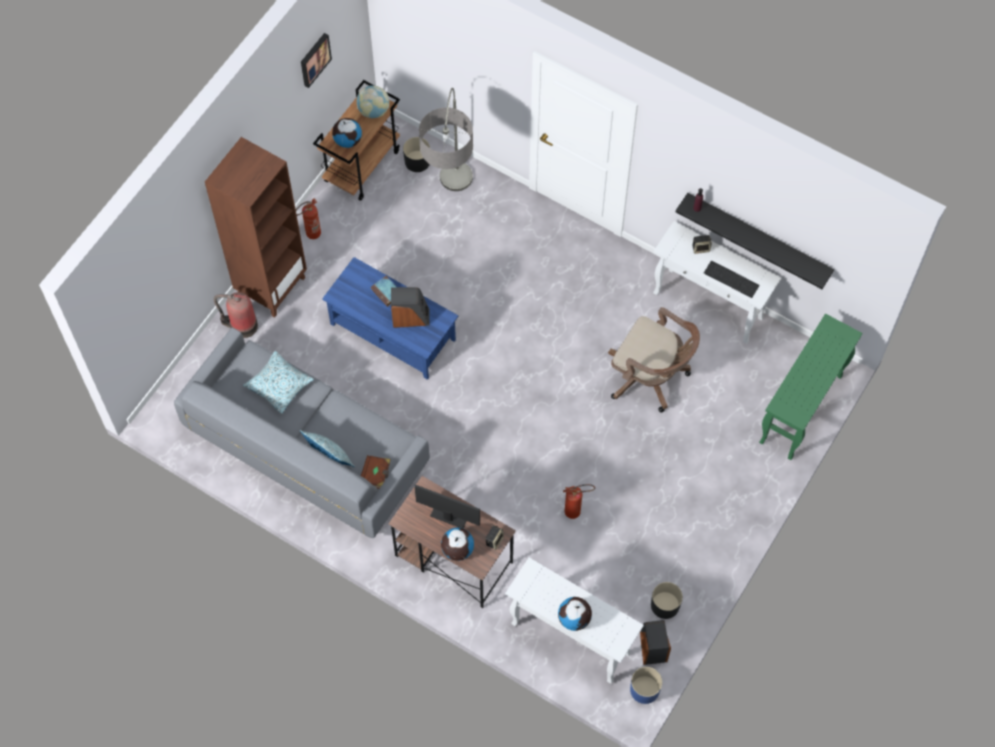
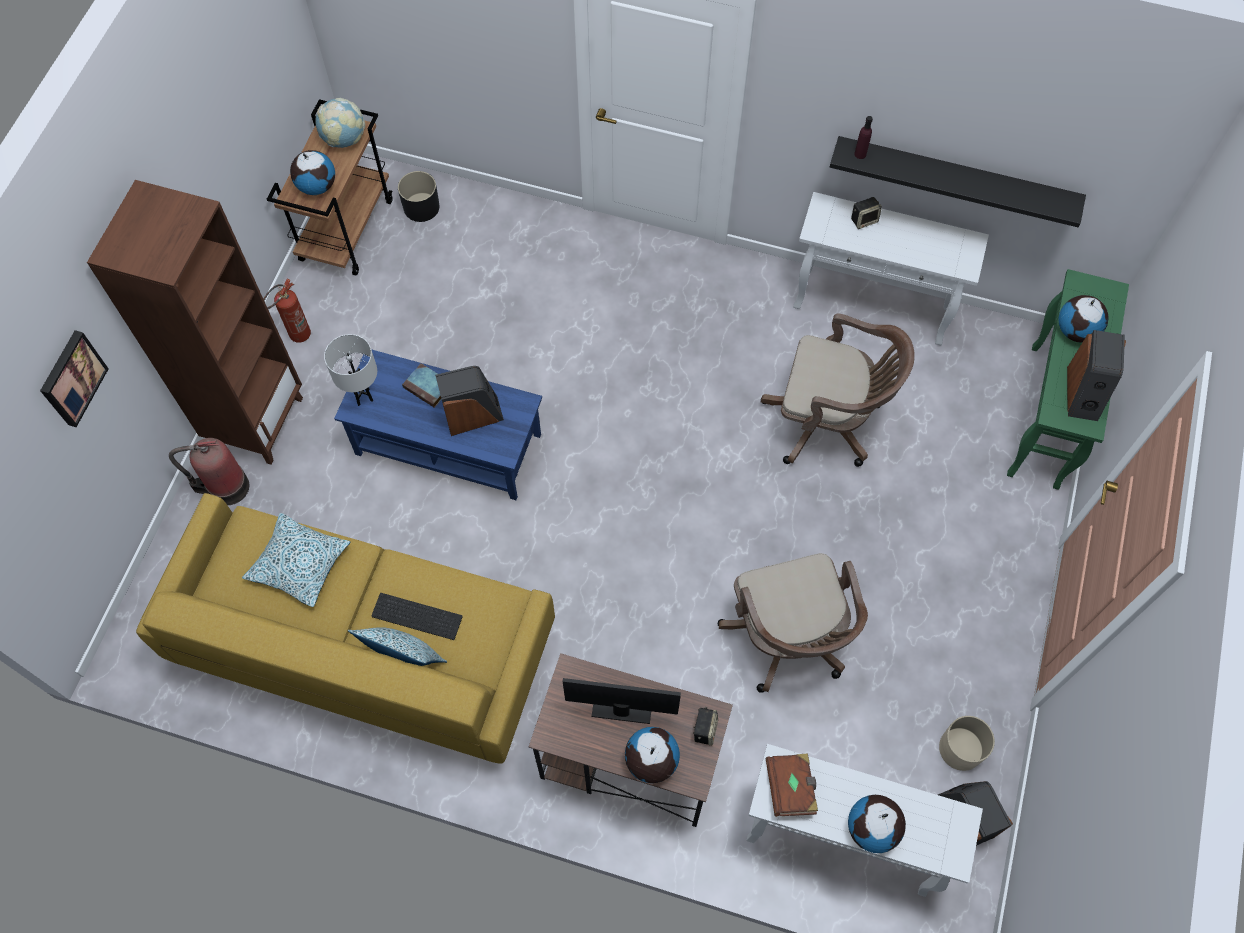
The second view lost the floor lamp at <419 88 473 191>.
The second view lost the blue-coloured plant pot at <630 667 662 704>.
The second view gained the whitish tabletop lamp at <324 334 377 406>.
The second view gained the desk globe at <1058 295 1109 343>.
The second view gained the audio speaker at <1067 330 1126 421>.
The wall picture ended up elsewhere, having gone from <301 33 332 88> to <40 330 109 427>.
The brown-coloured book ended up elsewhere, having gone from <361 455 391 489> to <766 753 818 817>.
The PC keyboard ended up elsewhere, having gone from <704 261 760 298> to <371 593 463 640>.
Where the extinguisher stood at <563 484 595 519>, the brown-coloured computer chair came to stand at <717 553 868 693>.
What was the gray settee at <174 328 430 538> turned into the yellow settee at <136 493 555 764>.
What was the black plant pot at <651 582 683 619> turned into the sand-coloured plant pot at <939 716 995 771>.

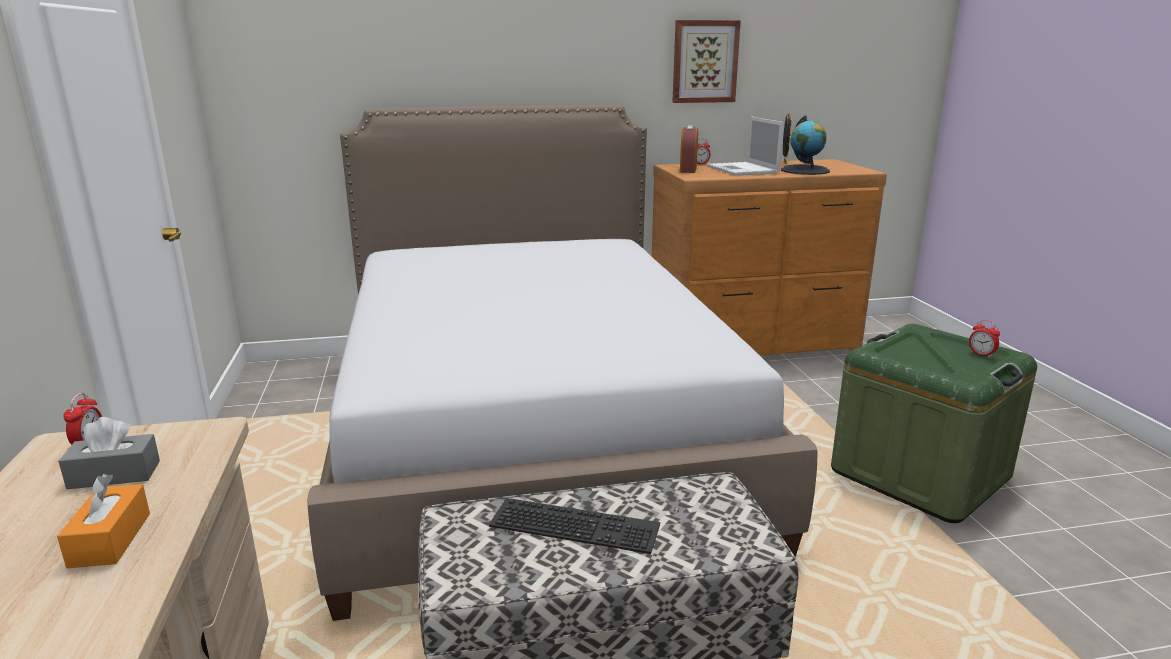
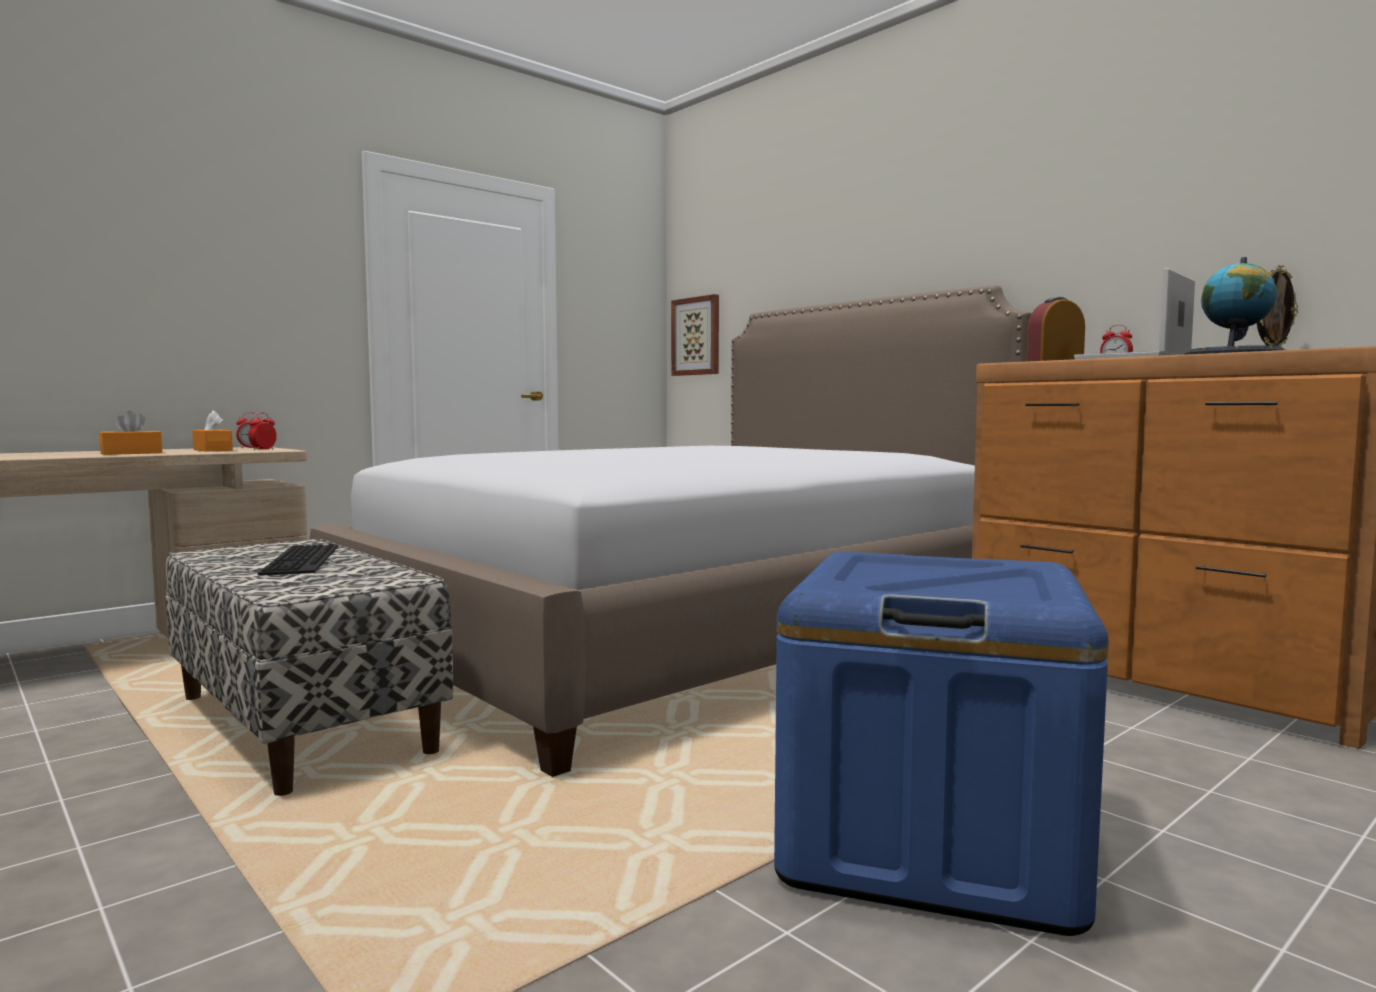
The wall picture ended up elsewhere, having gone from <672 20 741 103> to <671 294 719 376>.
The alarm clock ended up elsewhere, having gone from <969 320 1000 358> to <248 412 277 450>.
What was the gray tissue box at <58 417 160 489> turned into the orange tissue box at <192 411 233 451>.
What was the green storage container at <831 324 1037 523> turned into the blue-coloured storage container at <774 552 1109 936>.

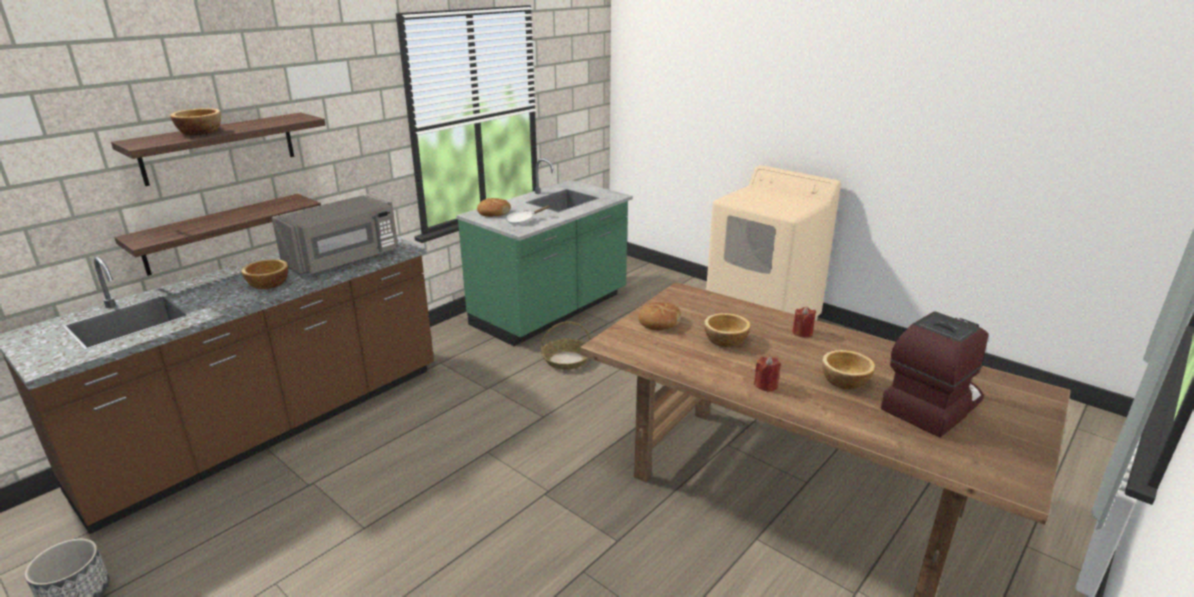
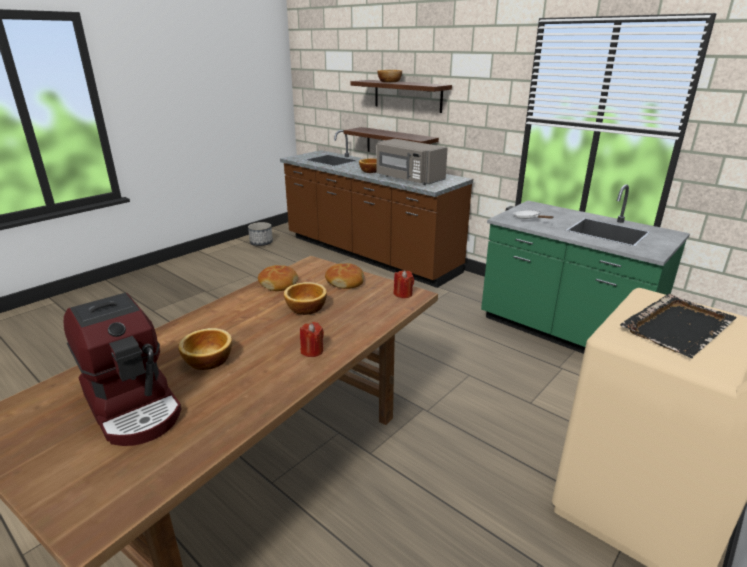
The second view lost the storage basket at <541 321 591 370>.
The second view gained the black serving tray at <620 294 737 358>.
The bread ended up elsewhere, having gone from <477 198 511 217> to <258 265 298 291>.
The red wax light ended up elsewhere, having gone from <754 357 781 392> to <394 270 414 298>.

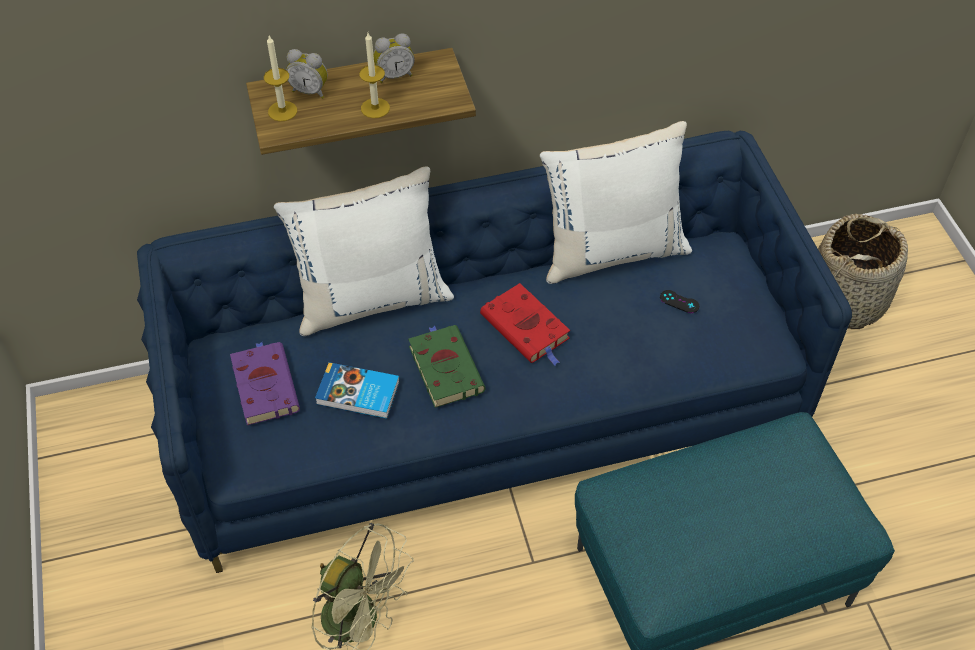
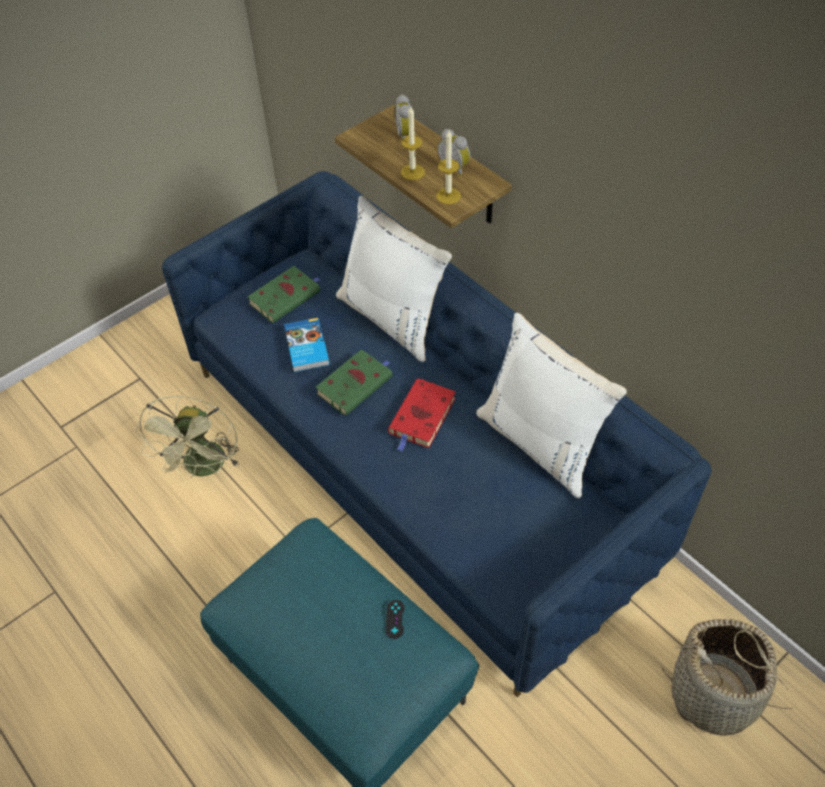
The wax light ended up elsewhere, having gone from <264 36 297 121> to <436 130 461 204>.
The black joypad ended up elsewhere, having gone from <660 290 699 313> to <386 600 405 639>.
What was the purple-coloured book at <230 342 300 426> turned into the green book at <247 266 320 323>.

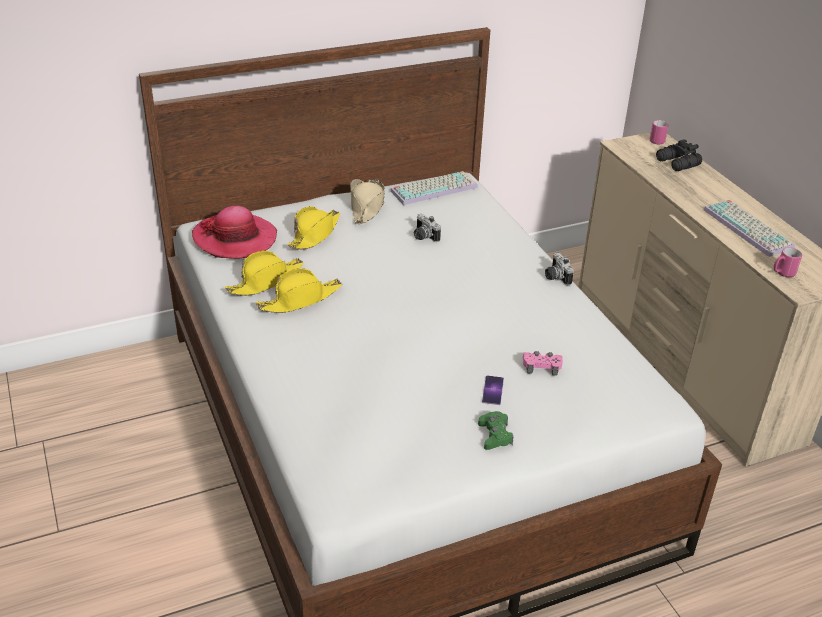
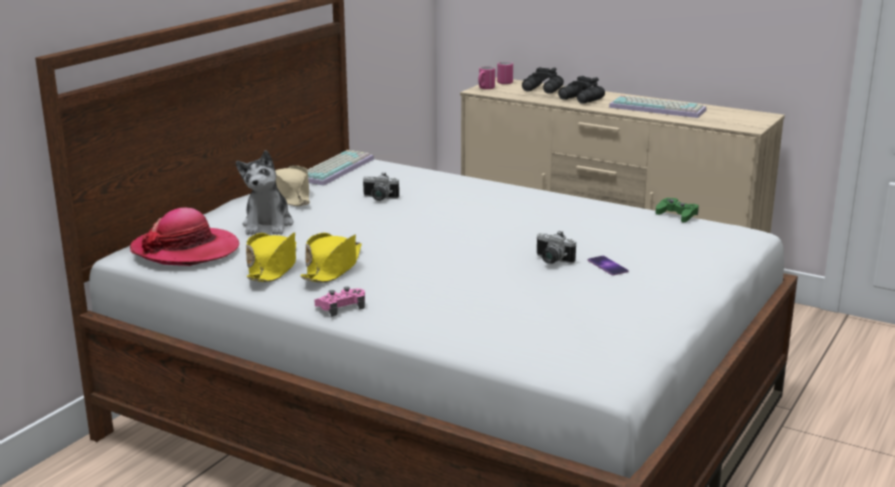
The second view gained the black pair of binoculars at <558 76 605 104>.
The green joypad ended up elsewhere, having gone from <478 411 513 450> to <656 198 699 223>.
The pink joypad ended up elsewhere, having gone from <523 351 563 376> to <315 287 365 317>.
The still camera ended up elsewhere, having gone from <545 253 574 285> to <537 231 576 264>.
The pink coffee mug ended up elsewhere, having gone from <774 247 802 277> to <478 66 495 89>.
Where the yellow clothing hat stood at <288 206 340 249>, the cuddly toy came to stand at <236 150 293 235>.

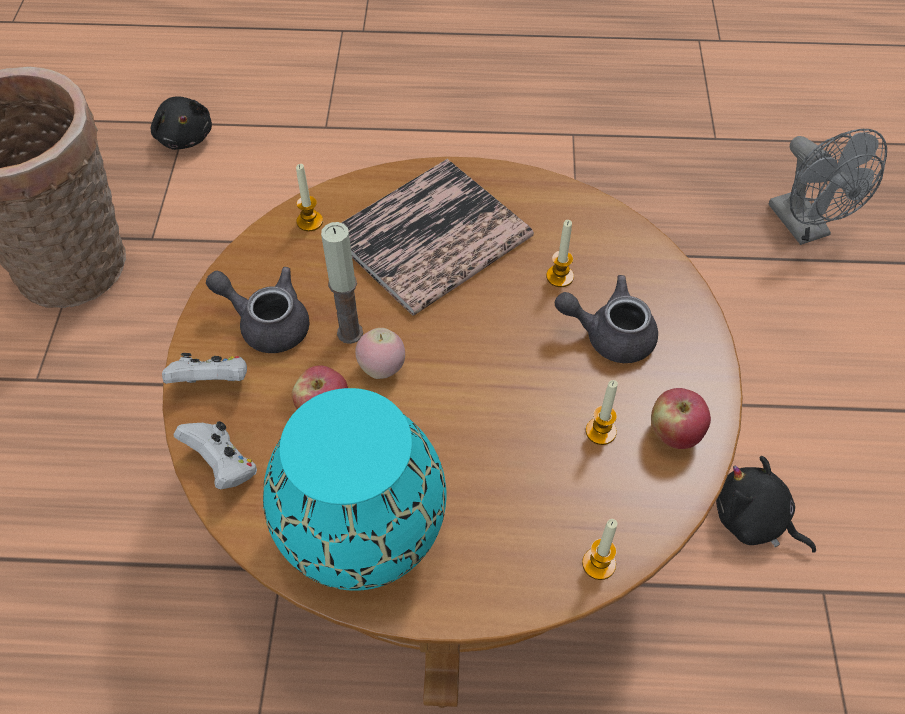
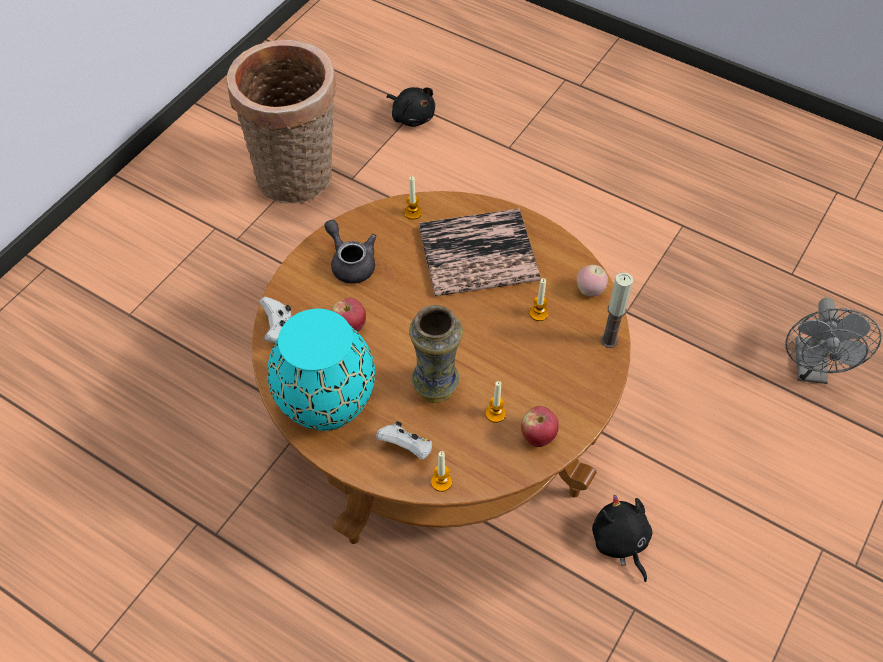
The second view lost the gray tea pot at <555 275 658 363>.
The second view gained the vase at <409 305 463 403>.
The whitish joypad ended up elsewhere, having gone from <162 353 247 384> to <376 421 432 460>.
The wax light ended up elsewhere, having gone from <321 222 363 344> to <601 272 633 348>.
The whole apple ended up elsewhere, having gone from <355 328 405 379> to <577 265 608 297>.
The black cuddly toy at <151 96 212 150> ended up facing another way, 45 degrees counterclockwise from before.

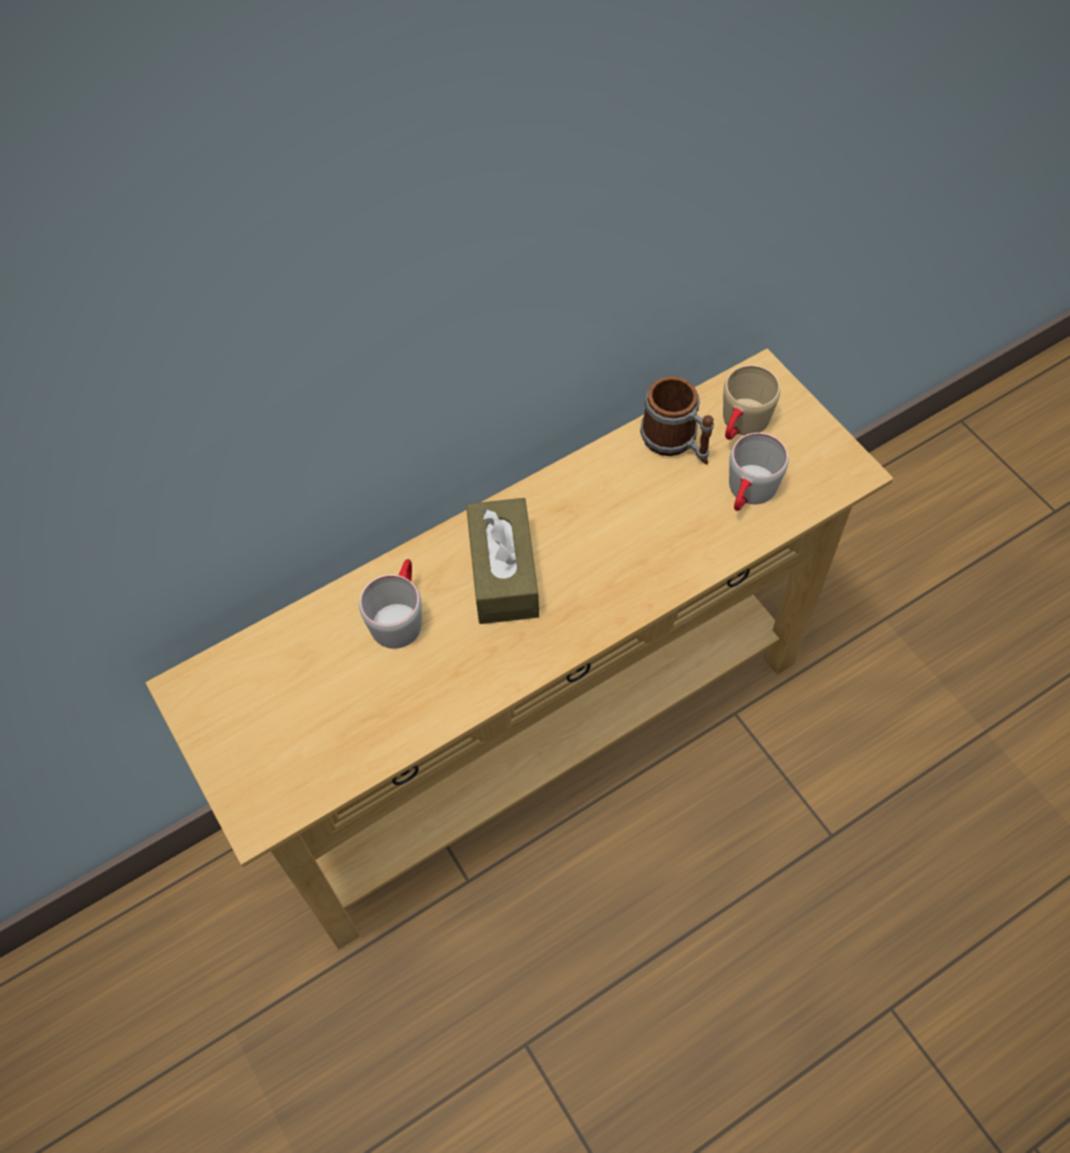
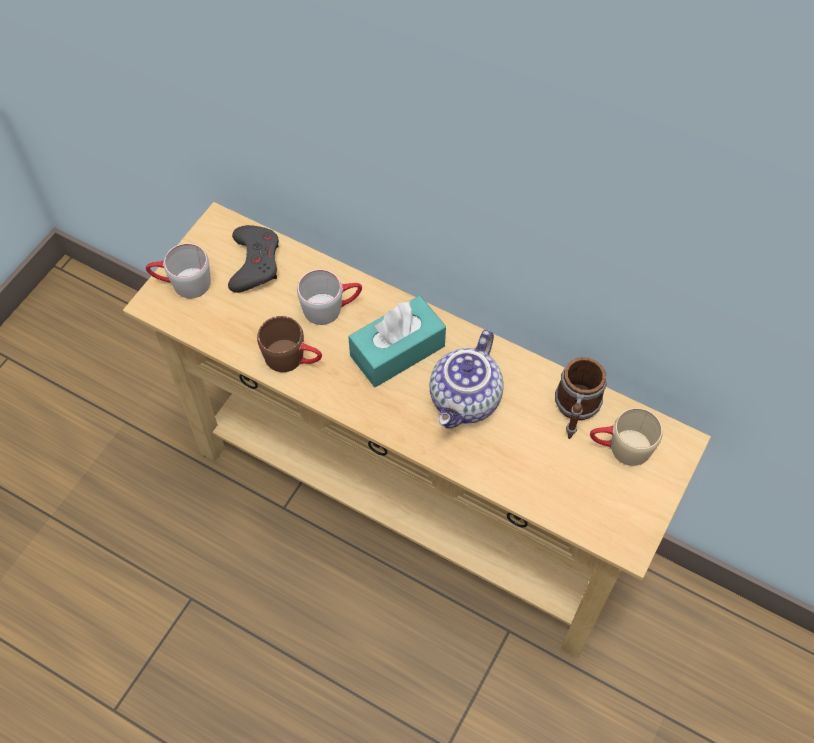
The second view gained the gray joypad at <228 225 279 293>.
The second view gained the brown-coloured coffee mug at <257 316 322 372>.
The second view gained the tea pot at <429 330 504 429>.
The gray coffee mug ended up elsewhere, having gone from <729 433 788 511> to <146 243 211 298>.
What was the brown-coloured tissue box at <466 498 539 624> turned into the blue-green tissue box at <348 296 446 387>.

